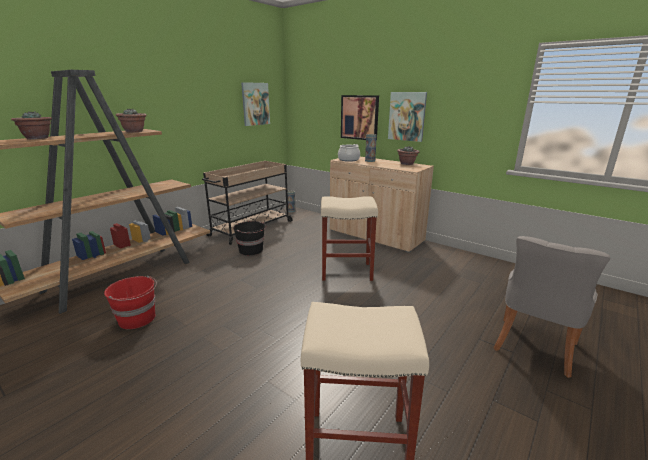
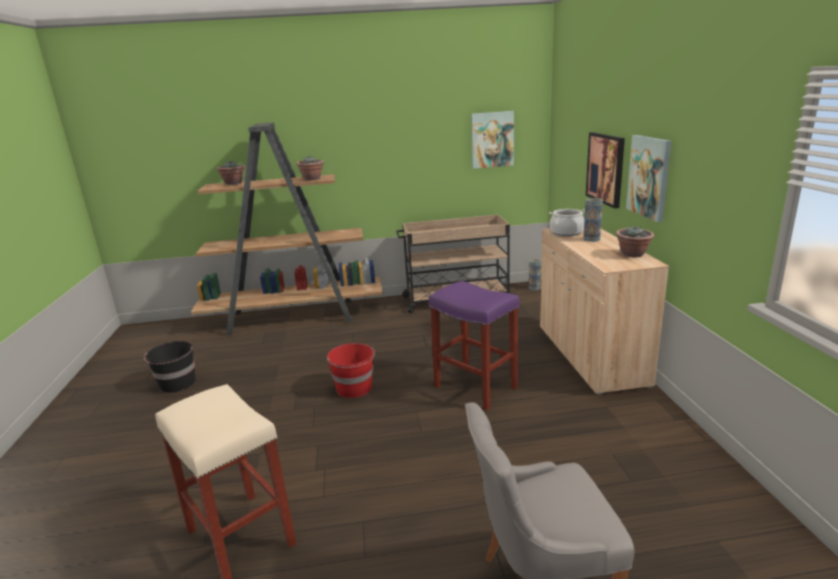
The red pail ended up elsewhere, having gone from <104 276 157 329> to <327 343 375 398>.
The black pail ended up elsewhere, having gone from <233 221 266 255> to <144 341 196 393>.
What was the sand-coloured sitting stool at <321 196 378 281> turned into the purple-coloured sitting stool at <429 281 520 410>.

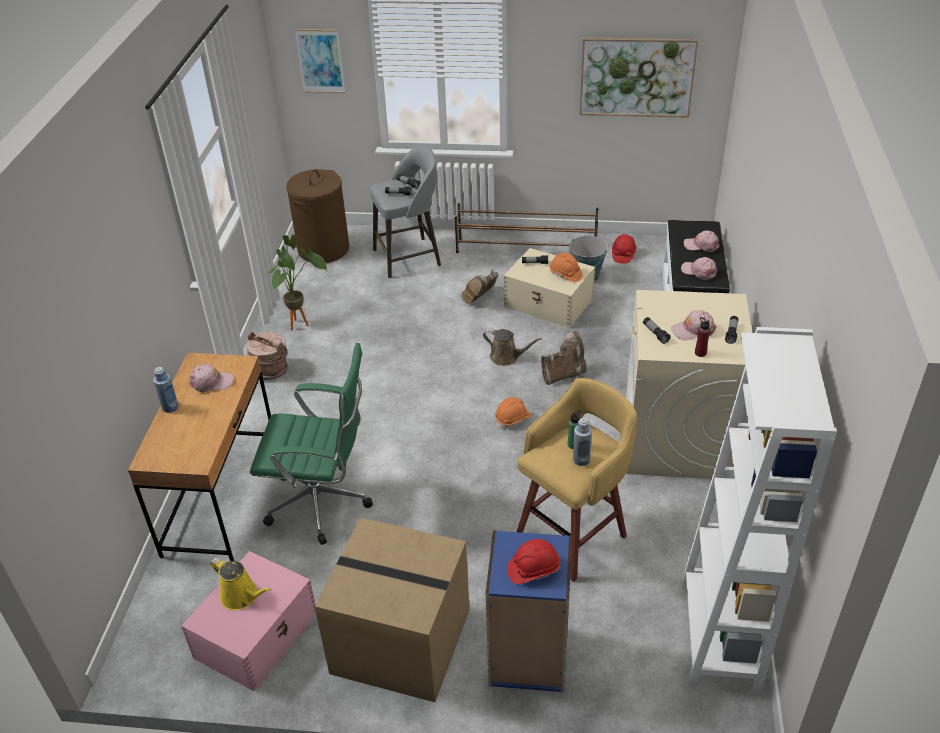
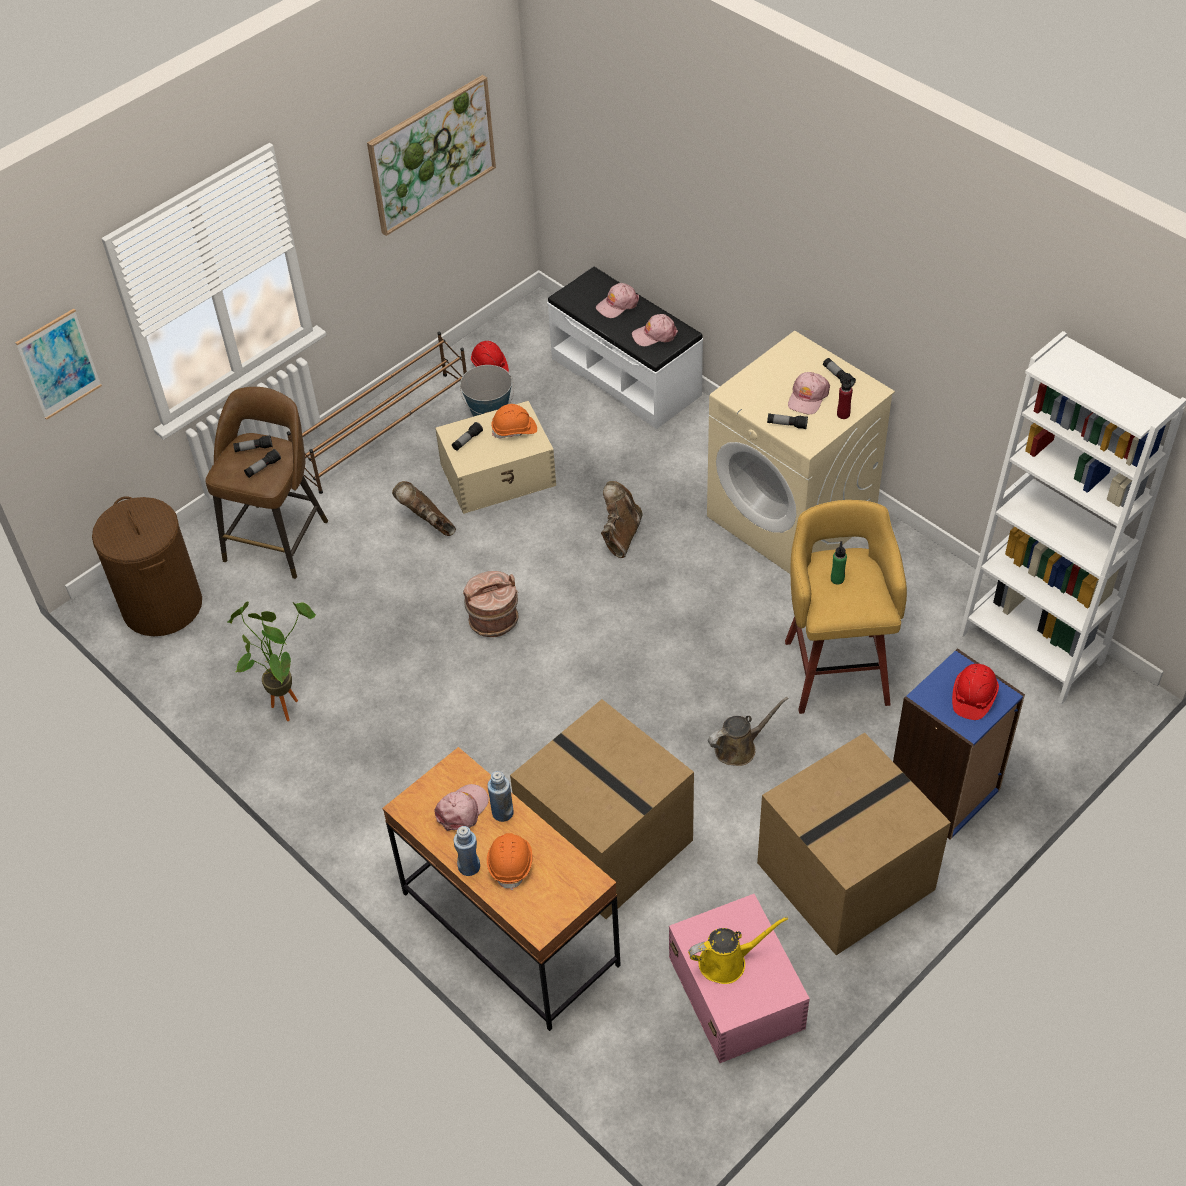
The brown-coloured pail ended up elsewhere, having gone from <247 332 288 380> to <463 571 519 637>.
The brown-coloured watering pot ended up elsewhere, having gone from <483 329 542 366> to <708 697 789 766>.
The orange safety helmet ended up elsewhere, having gone from <495 397 531 429> to <487 833 532 890>.
The blue-coloured bottle ended up elsewhere, having gone from <573 418 592 466> to <488 771 514 822>.
Where the green computer chair stood at <250 343 373 545>, the carton came to stand at <510 699 694 919>.
What was the gray sitting stool at <370 145 441 278> turned into the brown-coloured sitting stool at <205 387 328 579>.
The brown-coloured tall boot at <461 270 498 304> ended up facing another way, 150 degrees clockwise from before.

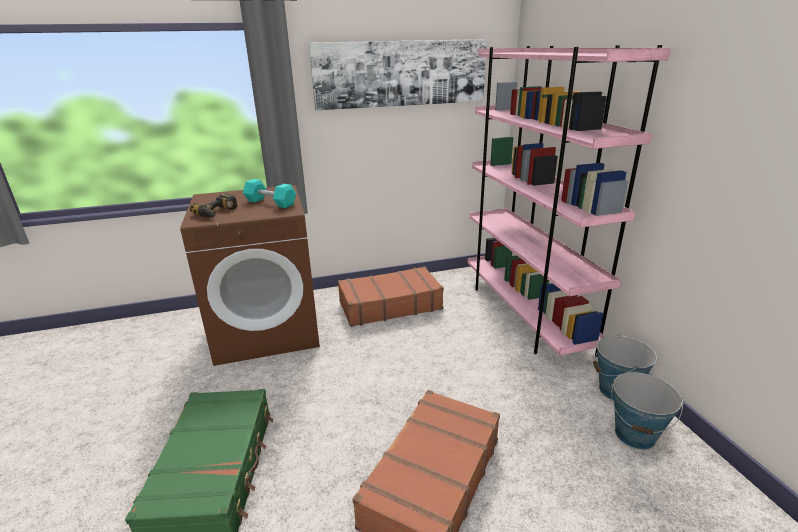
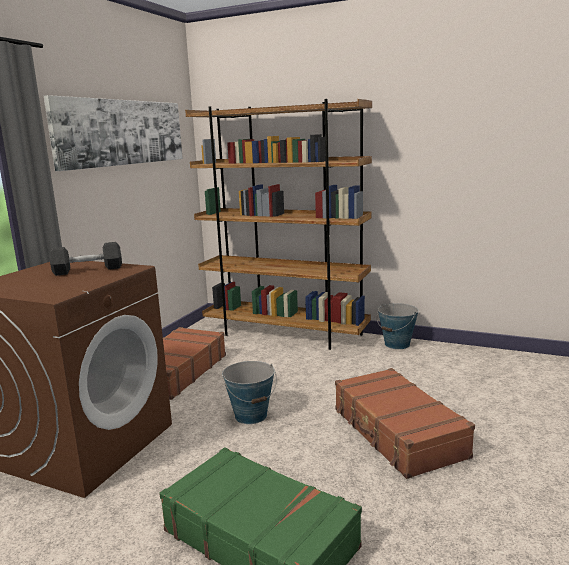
The second view lost the power drill at <190 193 237 217>.
The pail ended up elsewhere, having gone from <611 372 683 450> to <222 361 277 424>.
What was the blue-green hand weight at <243 179 296 208> turned into the gray hand weight at <49 242 122 276>.
What was the pink bookshelf at <468 45 671 357> turned into the brown-coloured bookshelf at <185 99 372 350>.

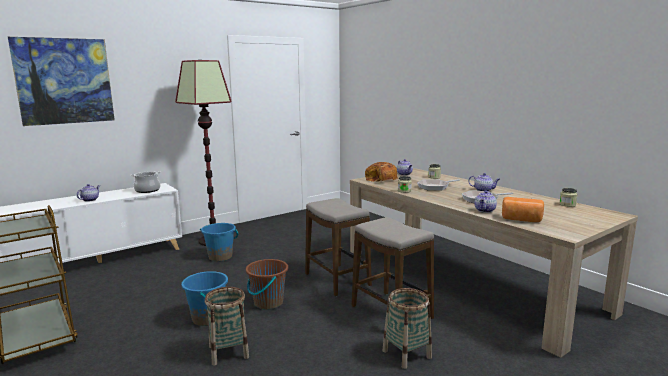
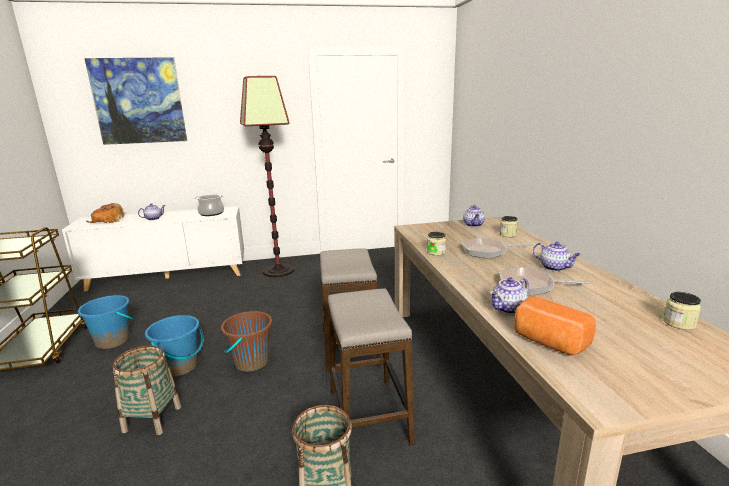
The blue-coloured pail ended up elsewhere, having gone from <200 223 238 262> to <78 295 134 349>.
The bread ended up elsewhere, having gone from <365 162 398 182> to <86 203 124 223>.

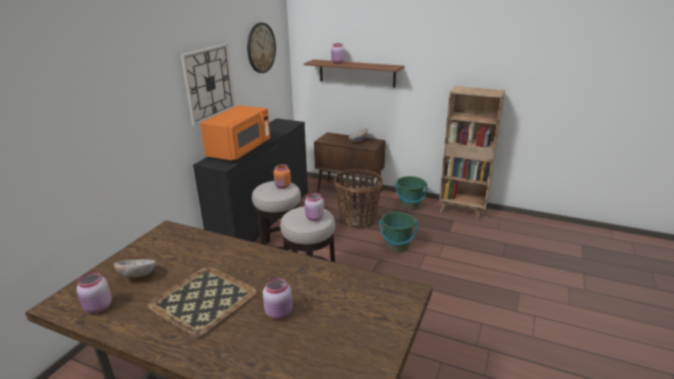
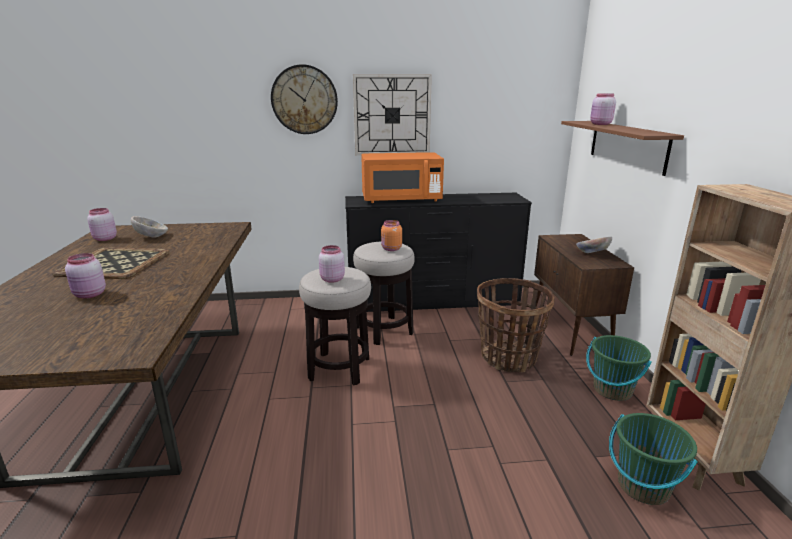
The hanging clock ended up elsewhere, having gone from <247 23 276 73> to <271 64 338 134>.
The green pail ended up elsewhere, having gone from <379 212 417 253> to <609 413 698 505>.

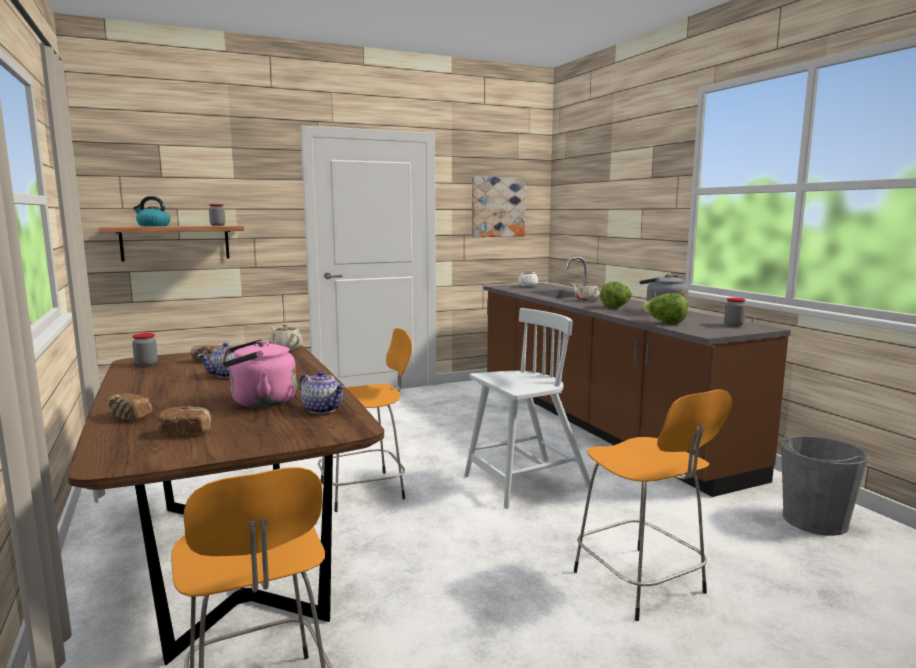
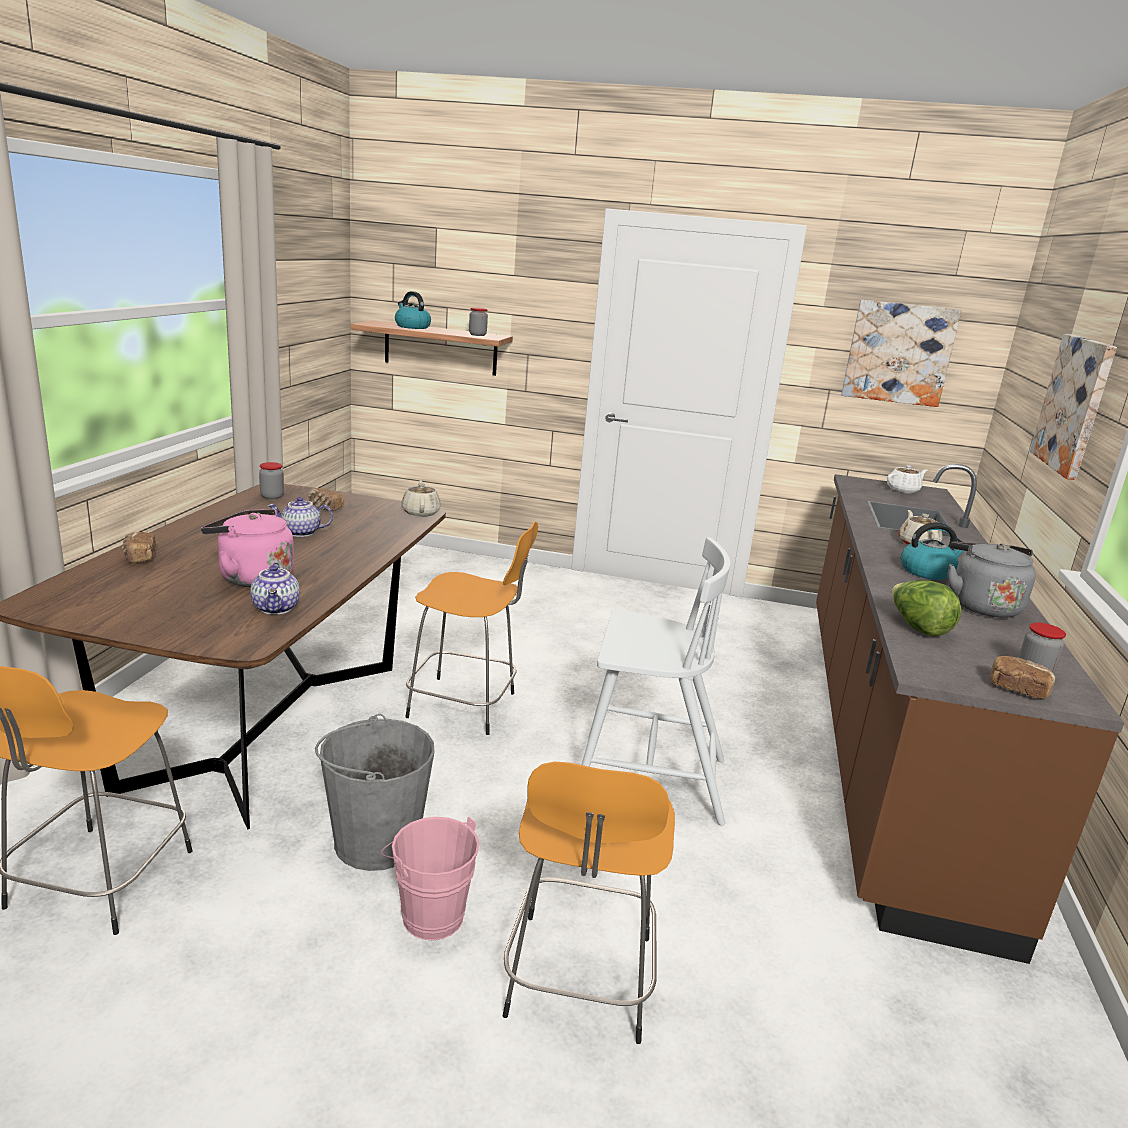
The second view gained the pink pail at <381 817 479 940>.
The second view gained the wall picture at <1030 334 1117 480>.
The bread ended up elsewhere, having gone from <158 406 211 435> to <990 656 1055 699>.
The gray pail ended up elsewhere, having gone from <781 436 869 536> to <315 714 434 871>.
Where the lettuce stood at <600 282 632 308>, the tea kettle came to stand at <901 523 964 580>.

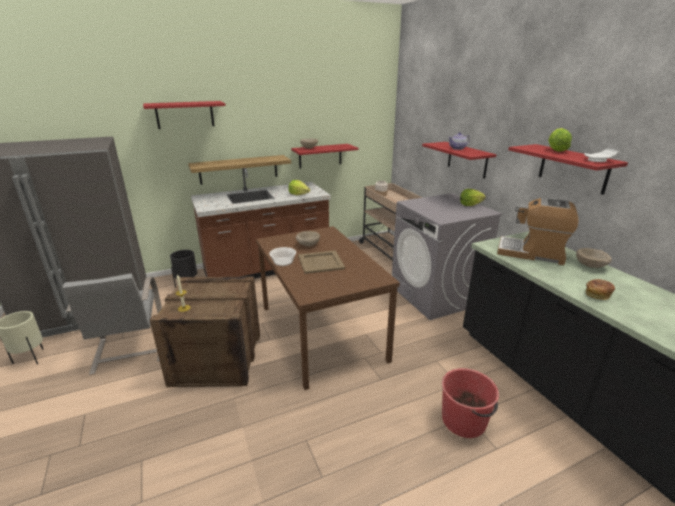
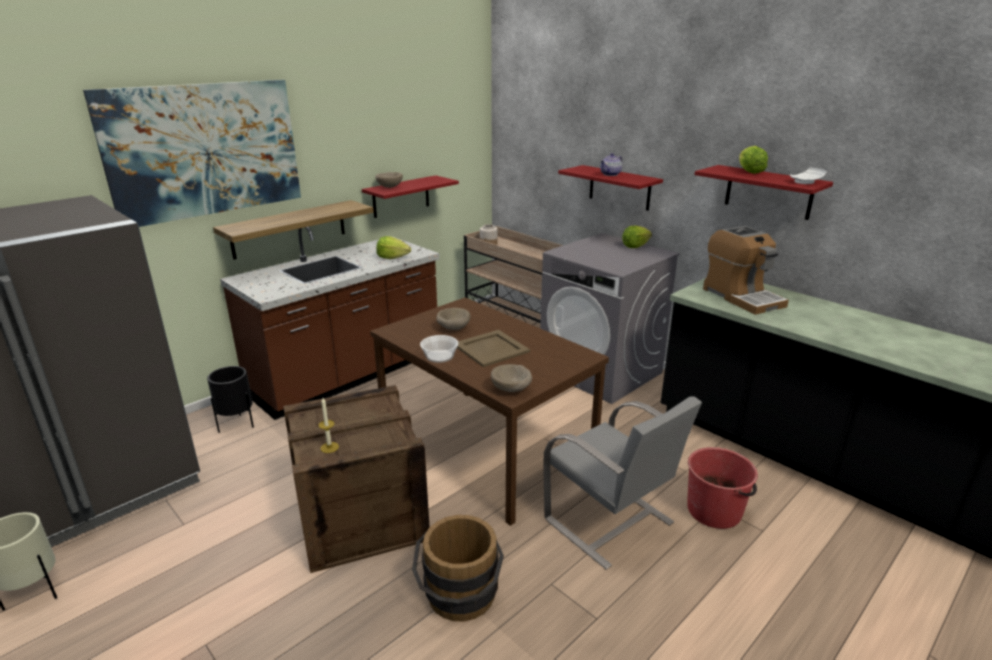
The second view lost the bread at <586 279 615 300>.
The second view gained the brown-coloured pail at <412 515 504 621>.
The gray chair ended up elsewhere, having gone from <63 273 162 375> to <543 396 702 570>.
The sand-coloured bowl ended up elsewhere, having gone from <576 248 612 268> to <491 364 532 392>.
Where the red shelf hung at <143 101 226 129>, the wall picture came to hang at <83 80 301 227>.
The coffee maker at <497 198 579 265> ended up facing another way, 120 degrees counterclockwise from before.

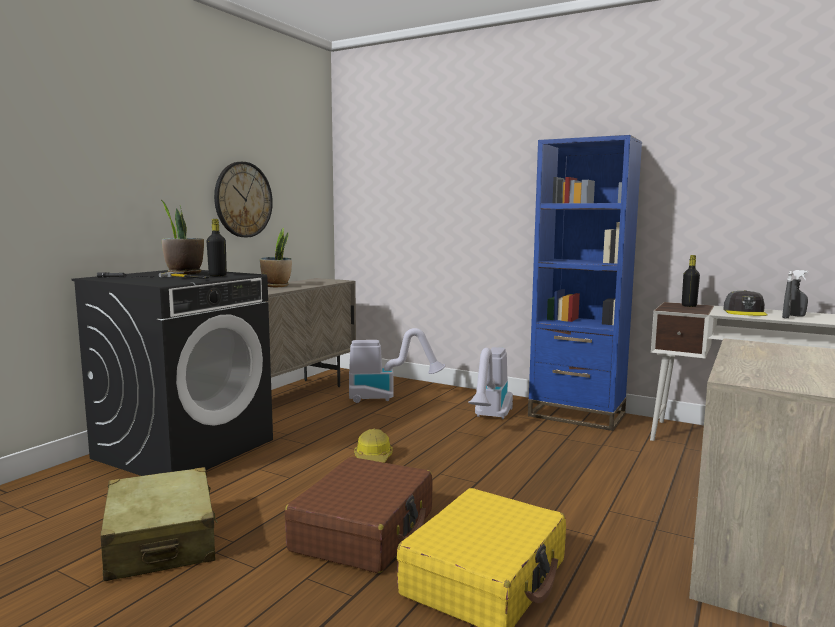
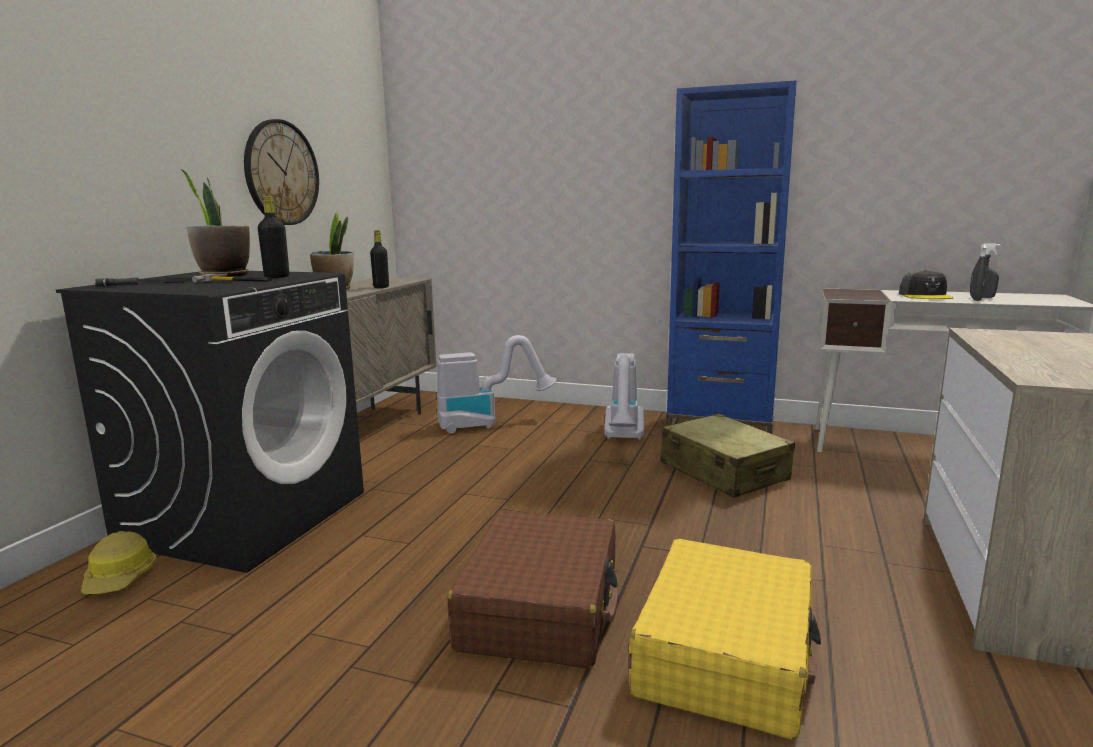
The sand-coloured piece of luggage ended up elsewhere, having gone from <101 467 218 581> to <660 414 795 498>.
The safety helmet ended up elsewhere, having gone from <354 429 393 463> to <81 531 157 594>.
The black bottle ended up elsewhere, having gone from <682 255 700 307> to <370 230 389 288>.

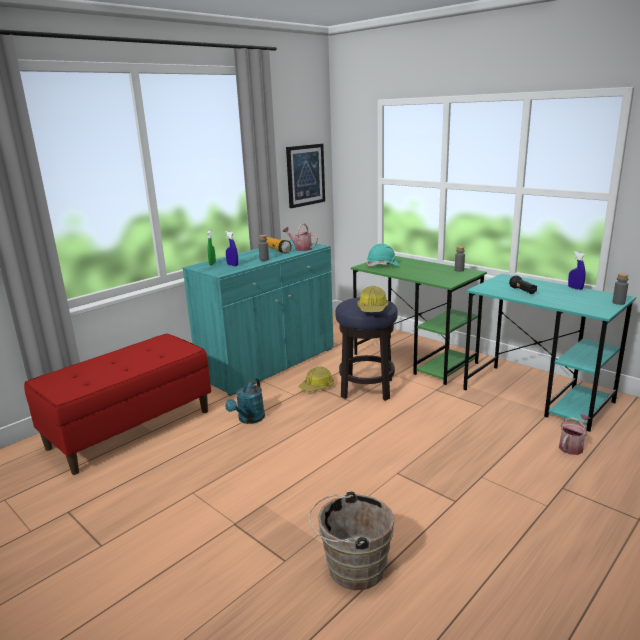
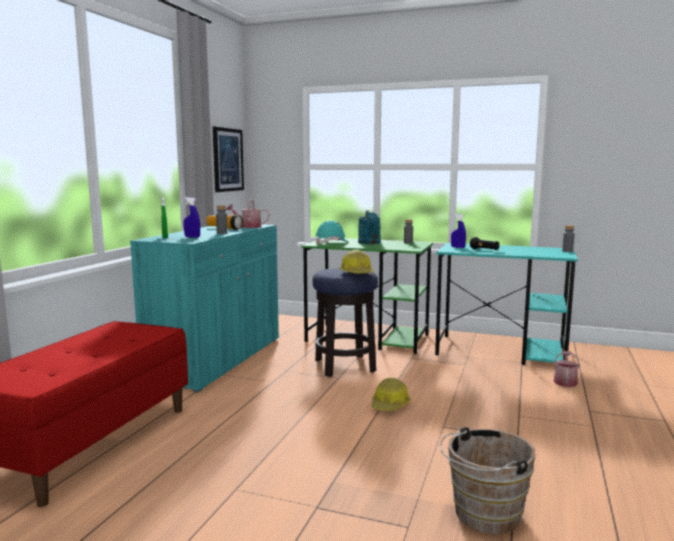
The blue-green watering pot ended up elsewhere, having gone from <225 378 265 424> to <358 210 381 244>.
The safety helmet ended up elsewhere, having gone from <299 366 334 392> to <371 378 410 412>.
The blue-coloured hand sprayer ended up elsewhere, having gone from <568 252 585 290> to <451 214 466 248>.

